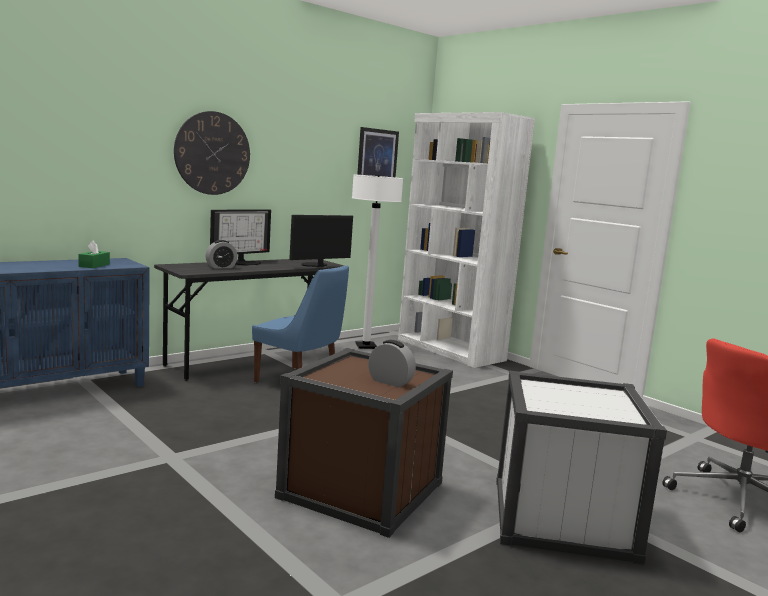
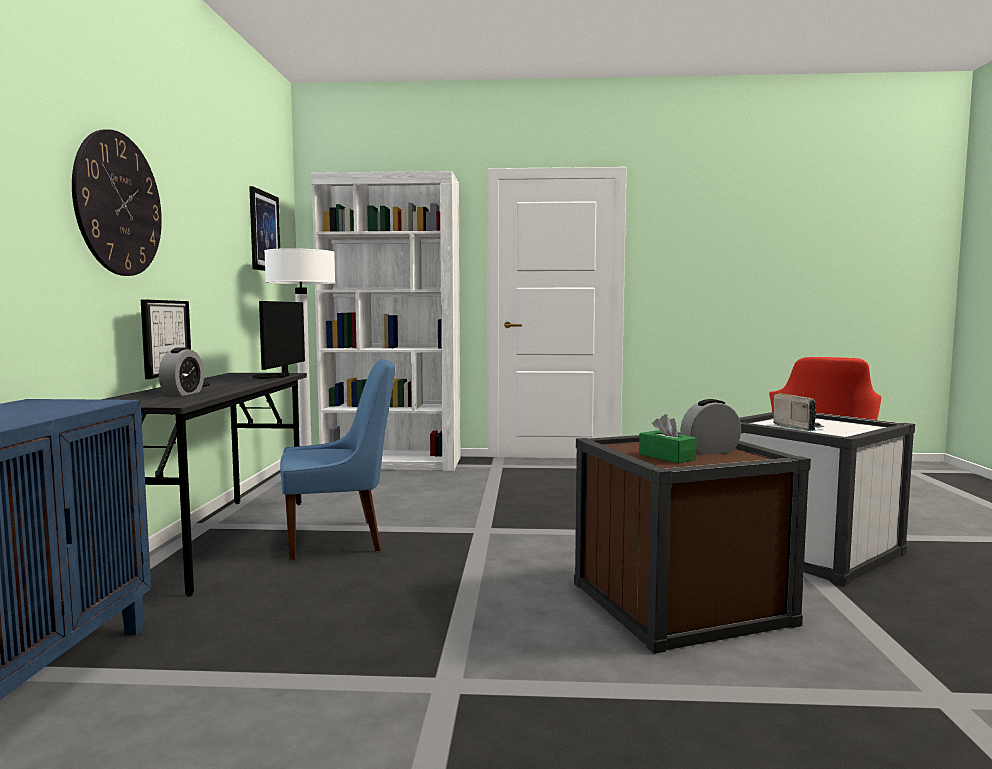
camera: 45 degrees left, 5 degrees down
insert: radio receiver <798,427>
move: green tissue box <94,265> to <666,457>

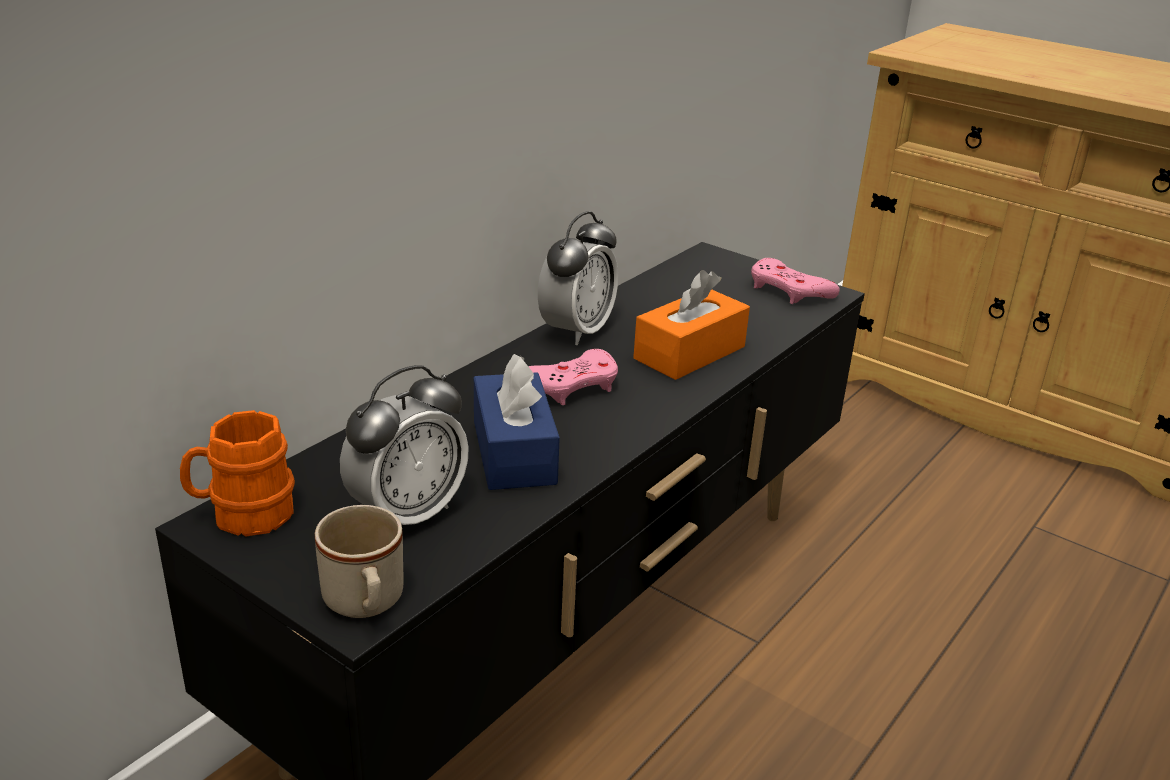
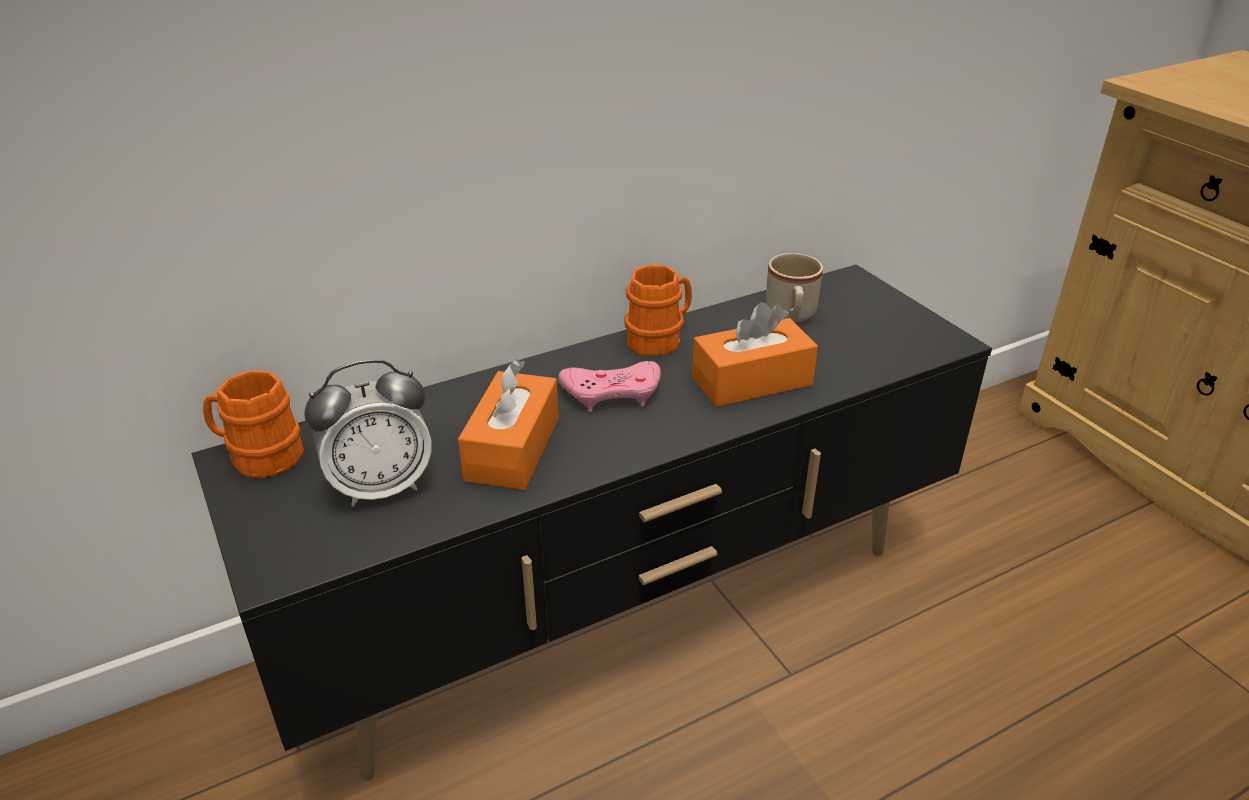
camera: 25 degrees right, 5 degrees up
delete: pinkish joypad <789,290>
move: beige coffee mug <365,604> to <791,316>
replace: bedside clock <576,331> to orangey coffee mug <660,339>
recolor: blue tissue box <514,452> to orangey tissue box <512,449>

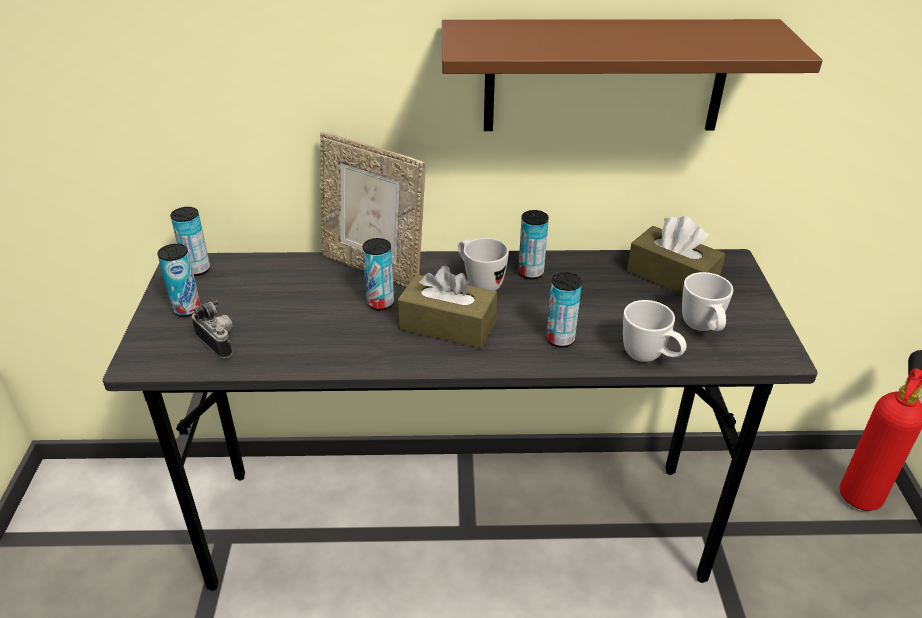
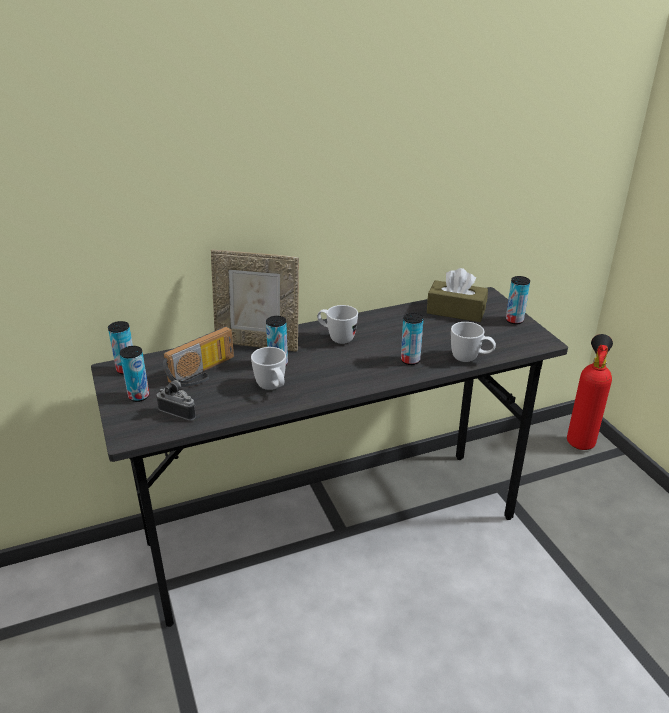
camera: 20 degrees left, 5 degrees down
delete: brown-coloured tissue box <447,325>; brown-coloured shelf <605,76>
insert: radio receiver <203,373>
move: can <531,273> to <514,320>; whitish coffee mug <703,329> to <273,388>

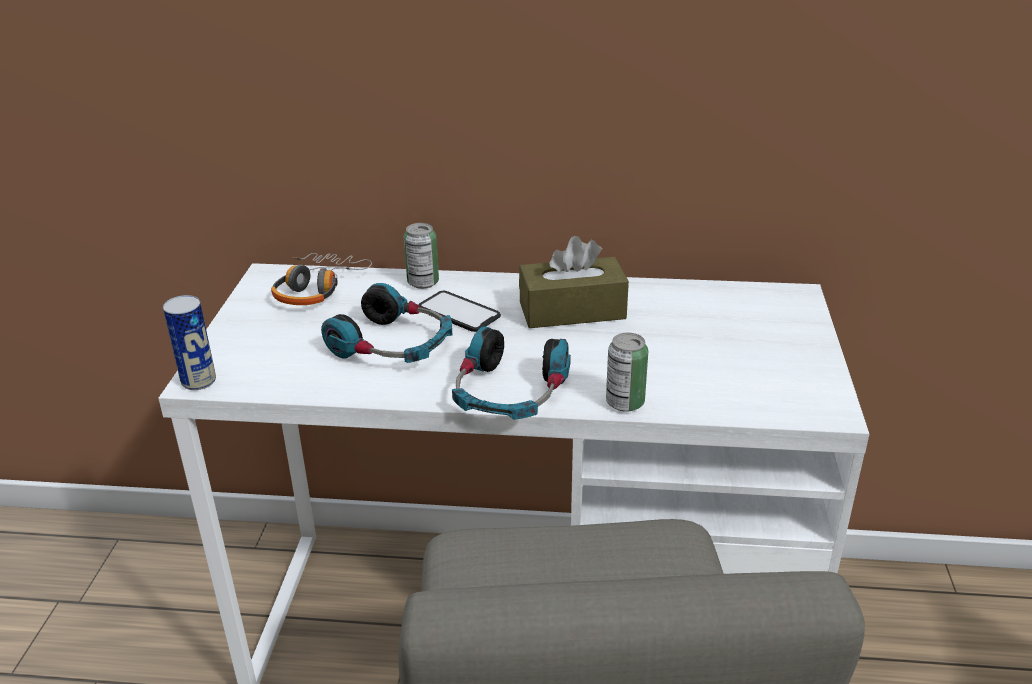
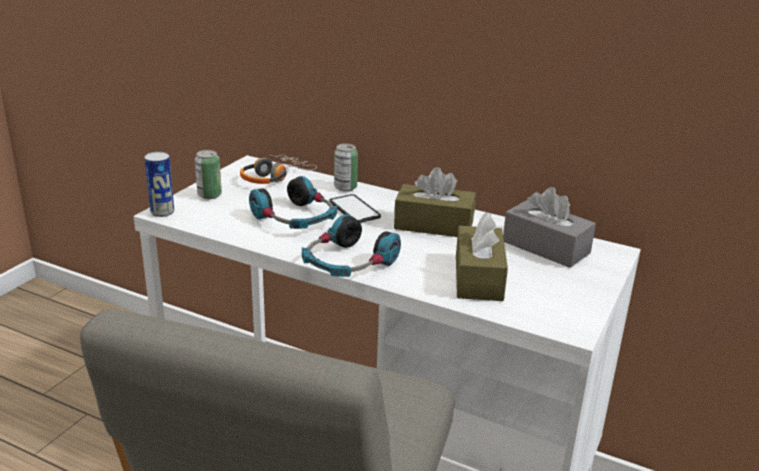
camera: 20 degrees right, 5 degrees down
insert: brown-coloured tissue box <478,278>; gray tissue box <546,247>
move: can <625,403> to <209,195>

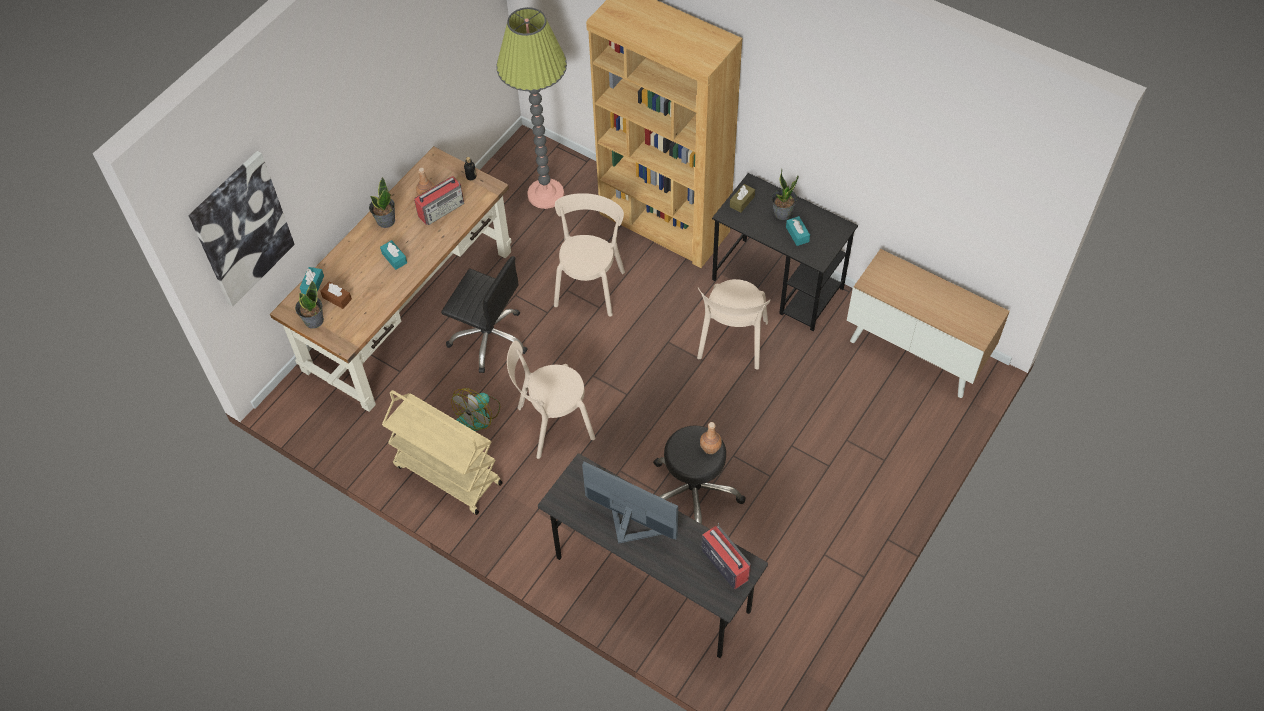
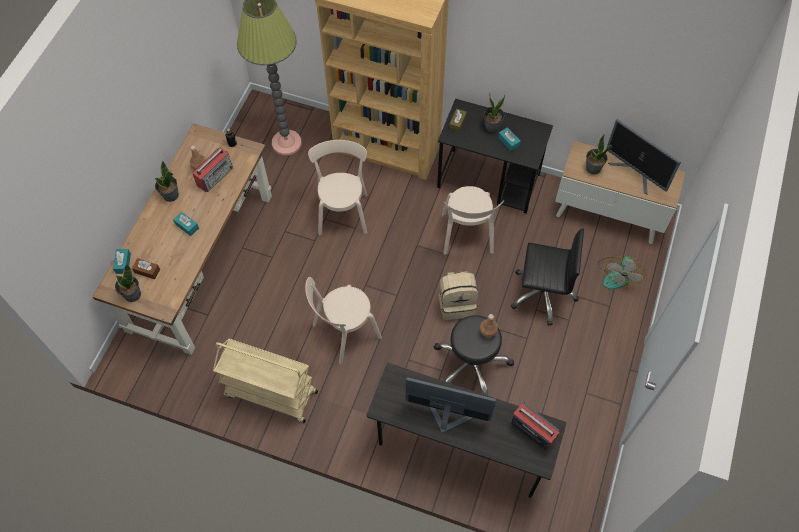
camera: 15 degrees left, 5 degrees up
delete: wall picture <242,229>
insert: beige knapsack <457,304>; houseplant <593,168>; computer screen <635,174>
move: black computer chair <489,338> to <542,294>; electric fan <478,415> to <617,274>

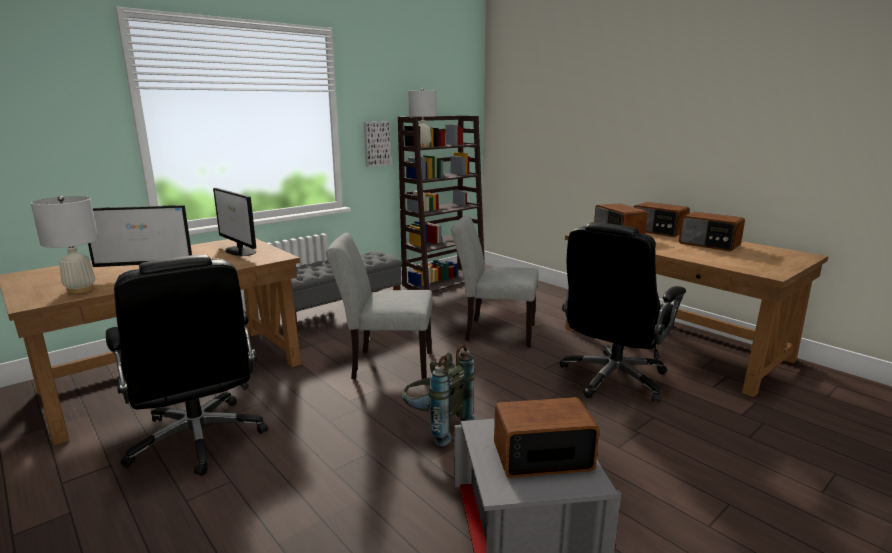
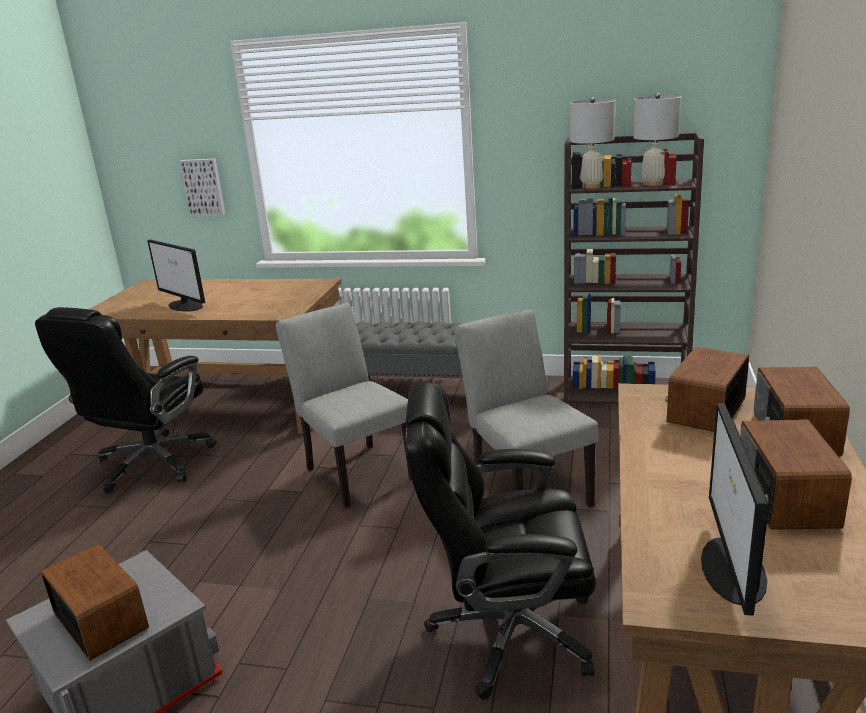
camera: 55 degrees right, 5 degrees up
delete: gray knapsack <435,427>
move: whitish table lamp <80,289> to <653,183>; computer screen <240,251> to <732,571>; wall picture <376,143> to <204,187>

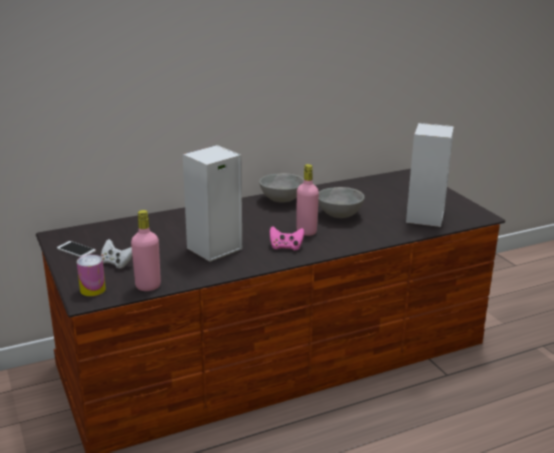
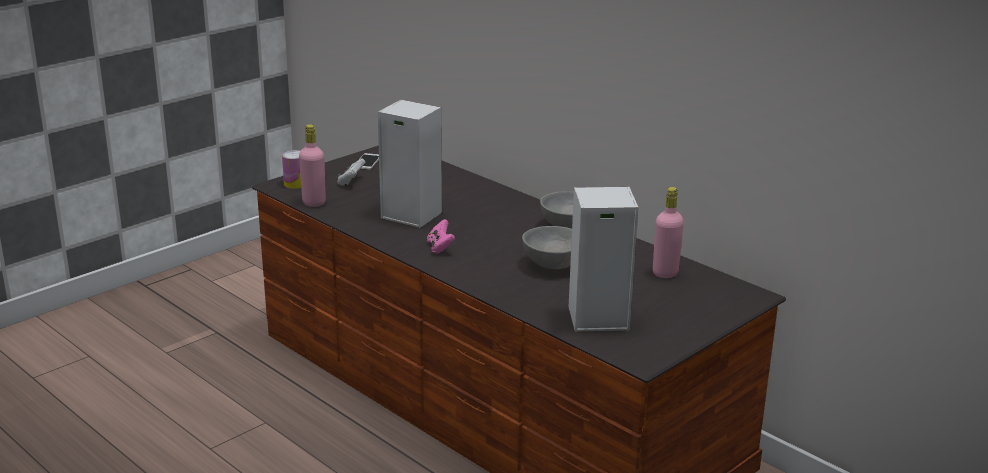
camera: 70 degrees right, 0 degrees up
move: pinkish drink bottle <306,232> to <665,273>

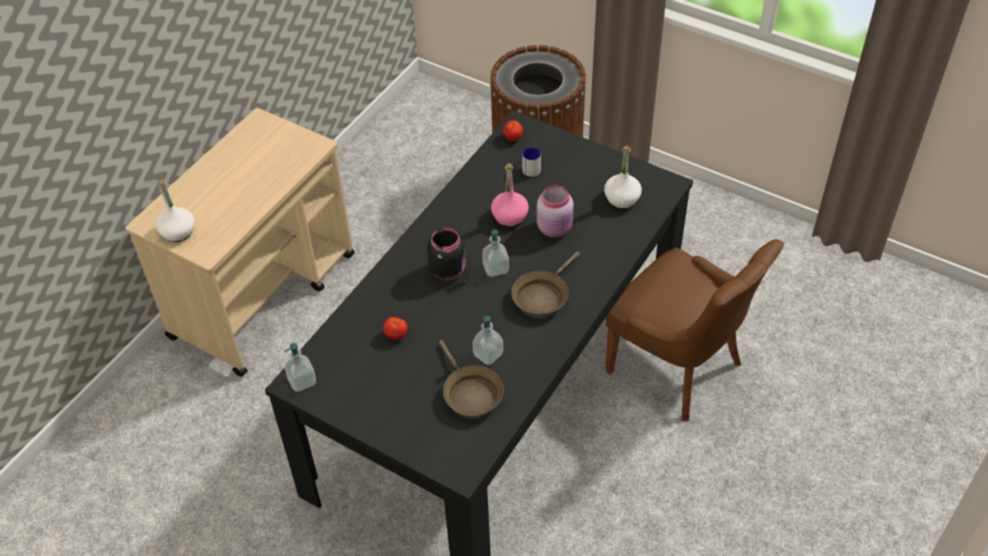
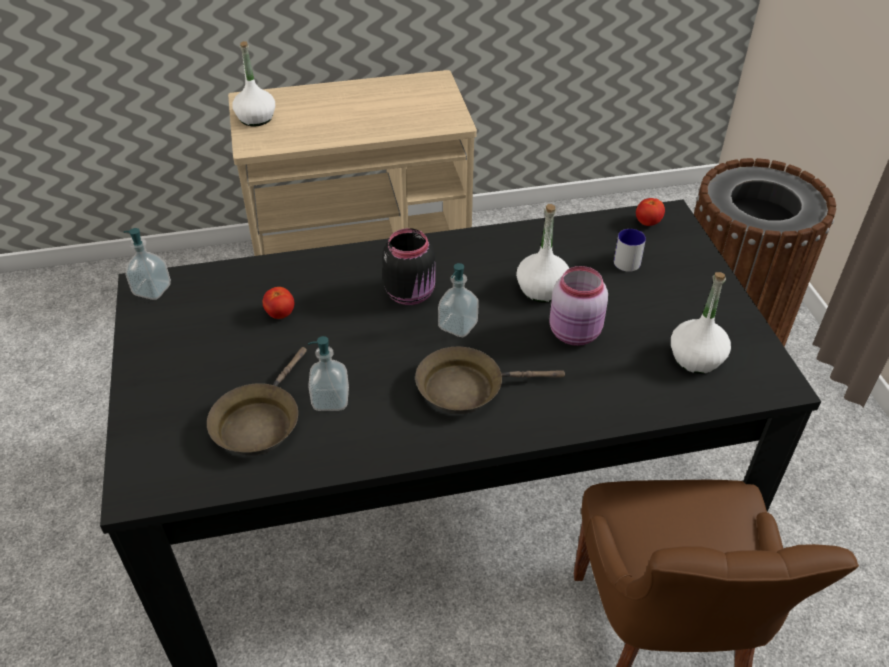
camera: 45 degrees right, 5 degrees down
recolor: pinkish drink bottle <510,216> to whitish drink bottle <542,289>

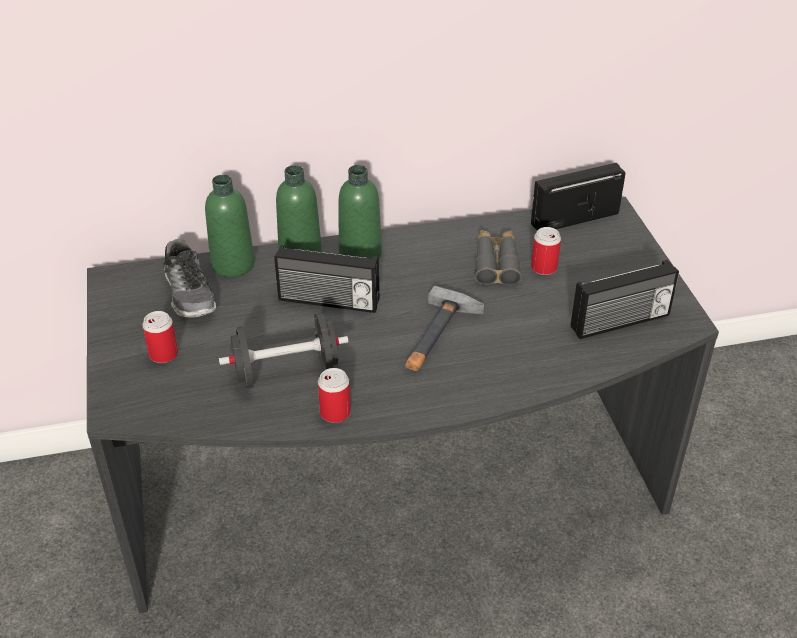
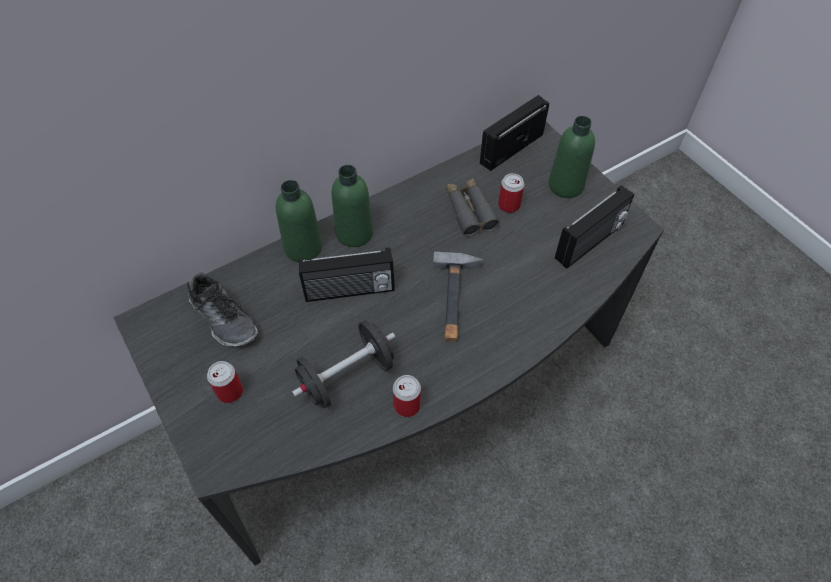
camera: 20 degrees left, 15 degrees up
move: green drink bottle <233,264> to <566,185>

